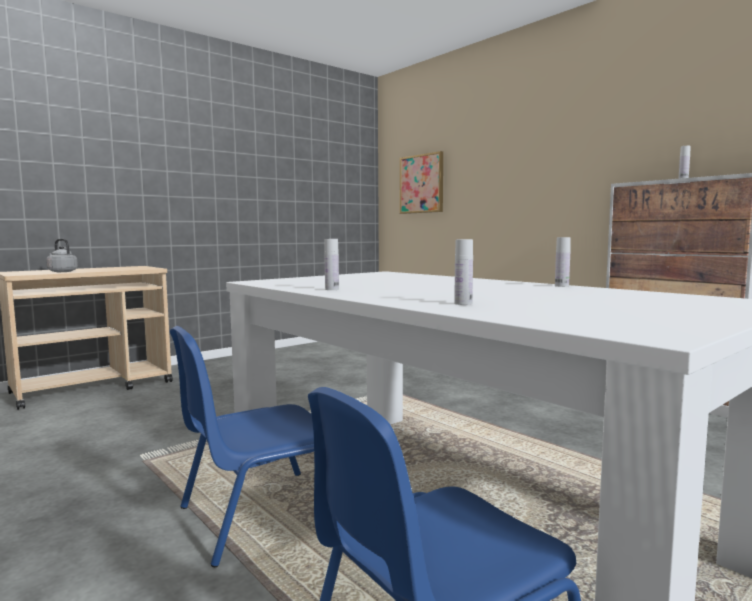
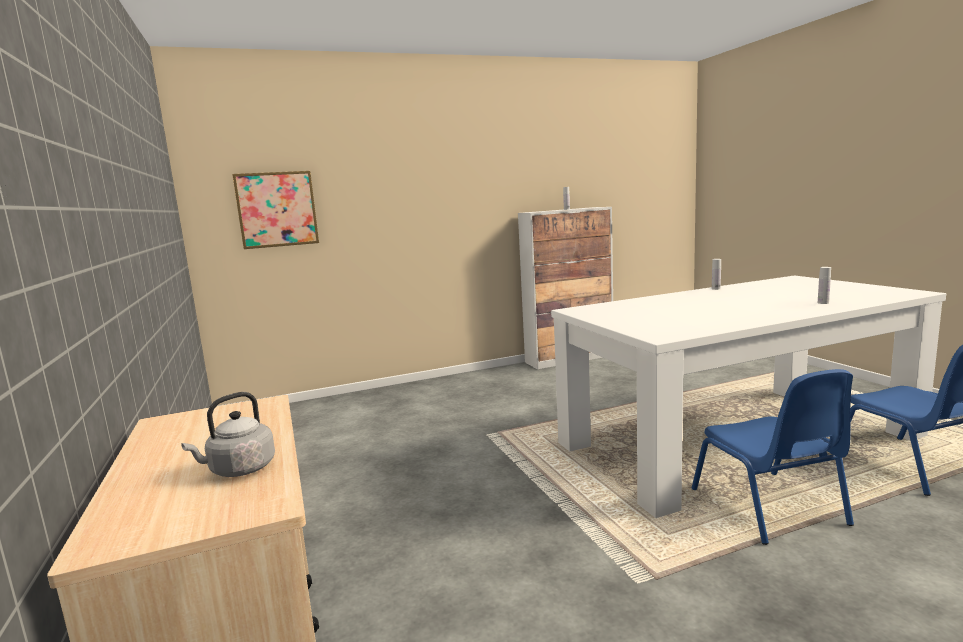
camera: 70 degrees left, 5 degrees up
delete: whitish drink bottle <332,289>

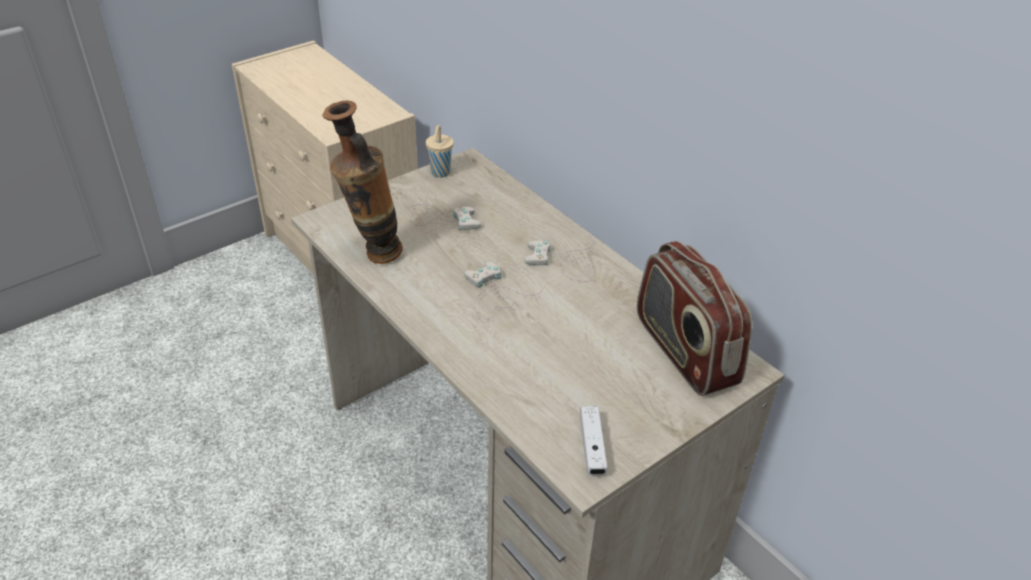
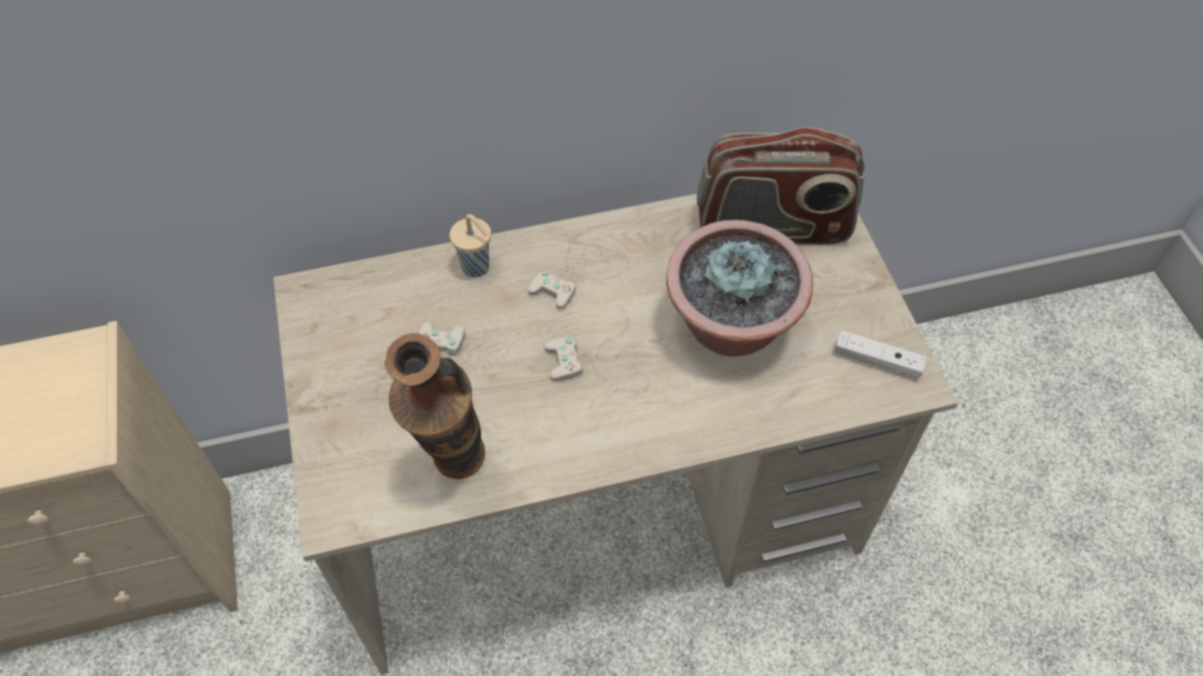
camera: 65 degrees left, 15 degrees up
insert: houseplant <731,328>
move: beige cup <440,173> to <477,268>

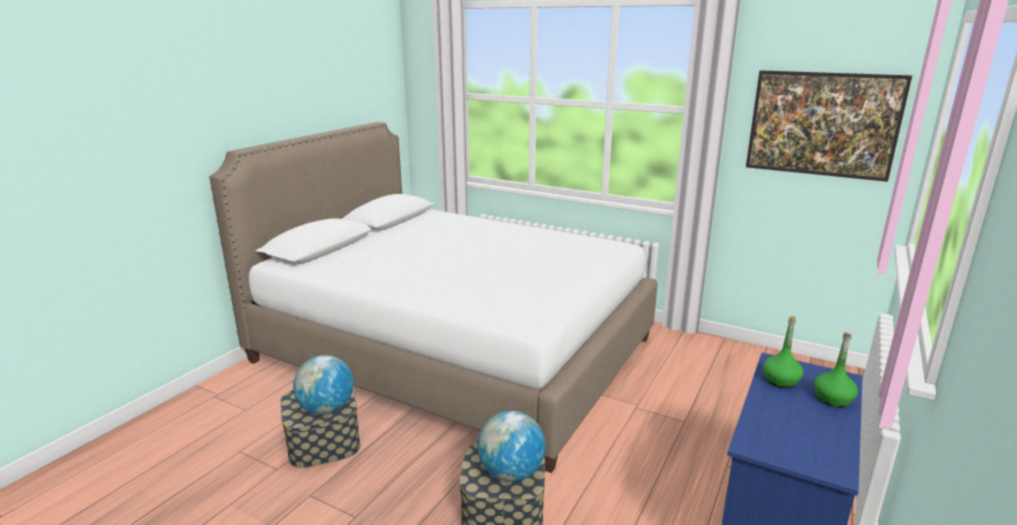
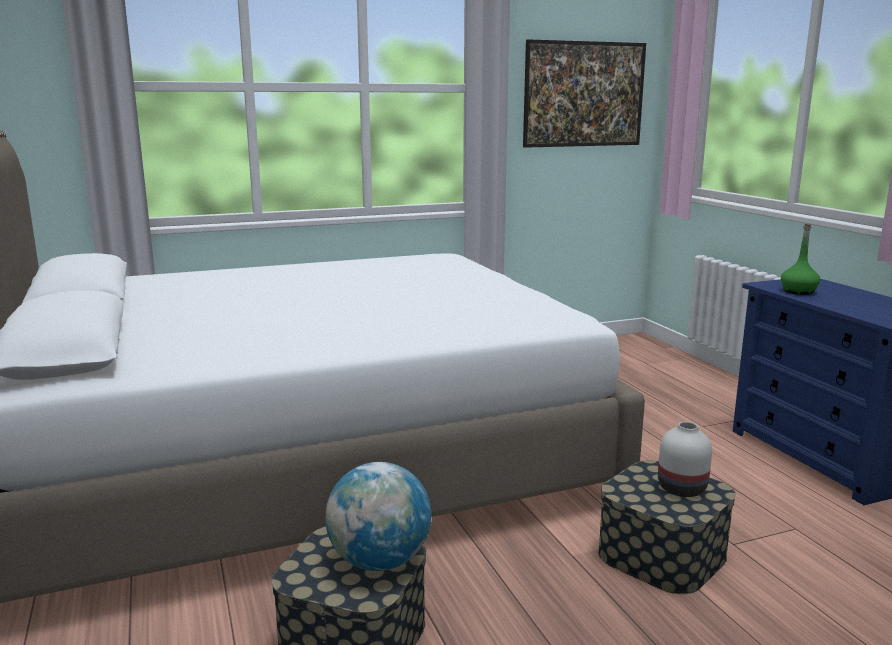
camera: 50 degrees left, 5 degrees down
delete: green drink bottle <832,399>
replace: world globe <511,473> to whitish flower vase <681,489>

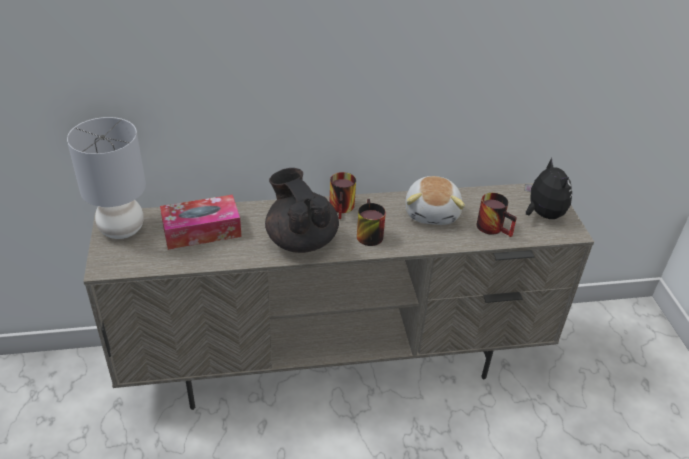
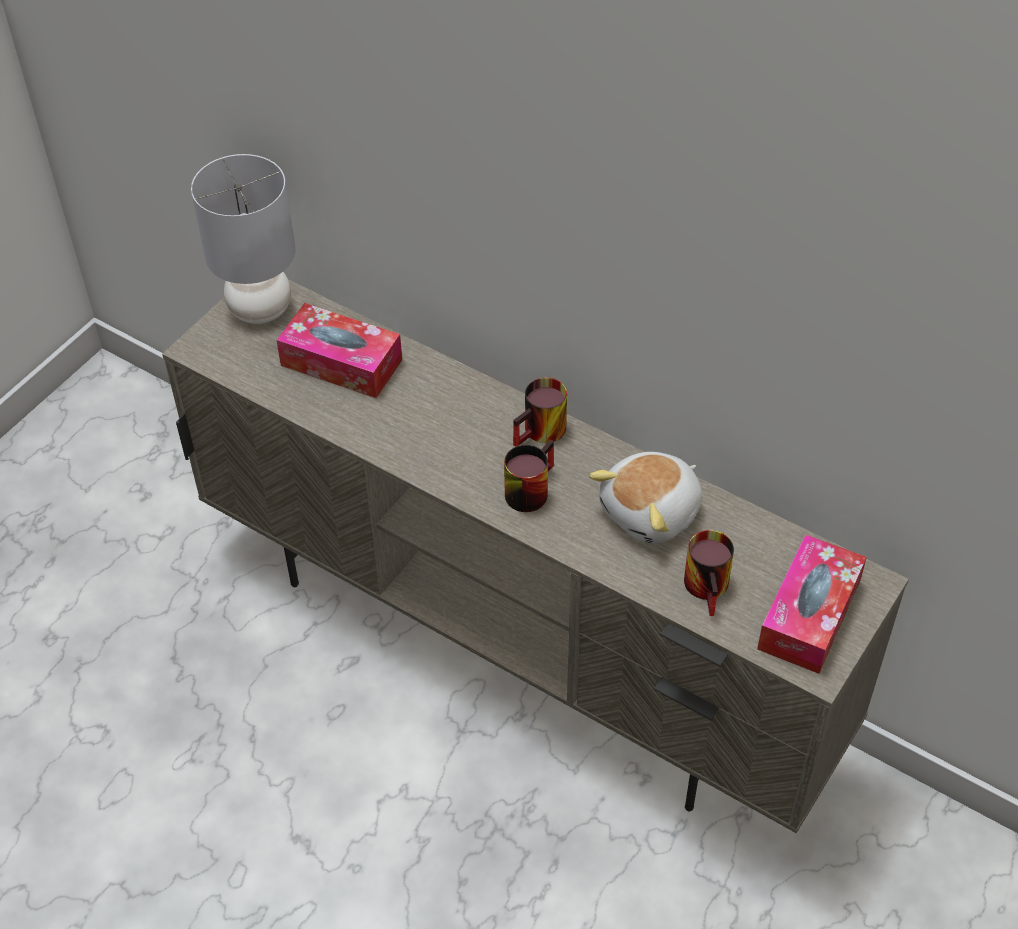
camera: 45 degrees right, 10 degrees up
delete: black tea pot <301,239>
replace: plush toy <542,214> to tissue box <809,615>

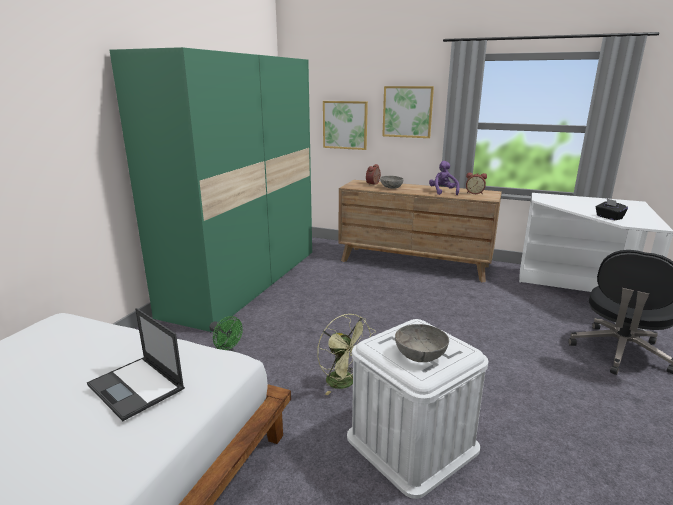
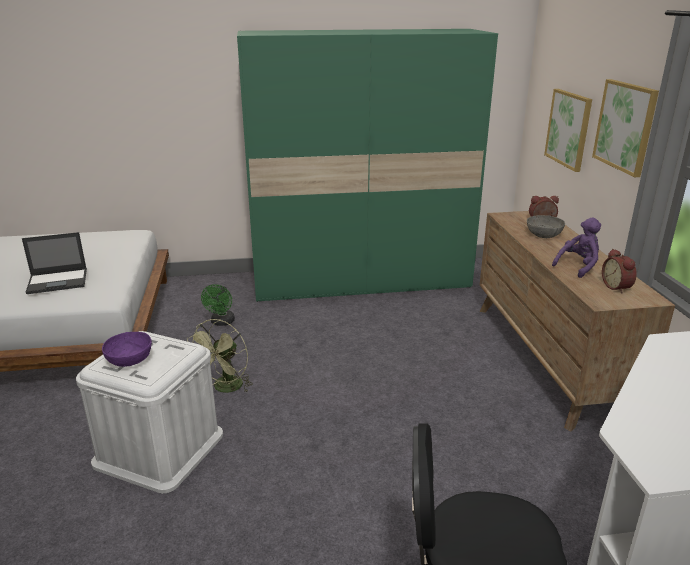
camera: 60 degrees right, 5 degrees up
delete: black tissue box <609,217>
recolor: gray deep dish <420,354> to purplish deep dish <129,359>
rotate: portable computer <137,387> = <58,281> 120 degrees counterclockwise

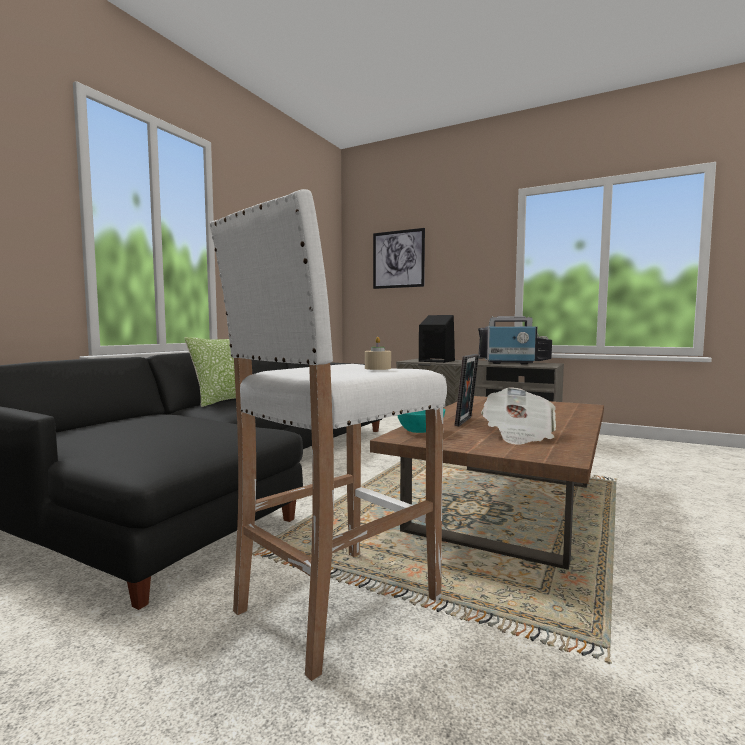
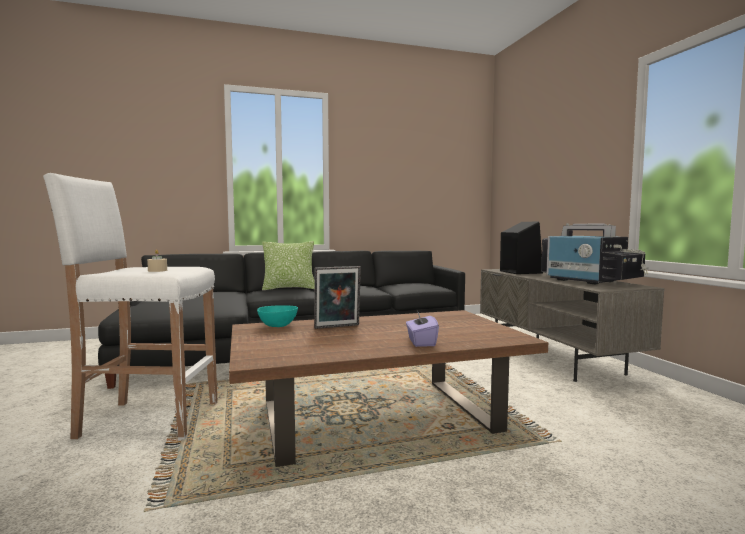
camera: 45 degrees right, 0 degrees up
delete: wall picture <398,259>; printed paper <518,435>
insert: purplish tissue box <421,342>

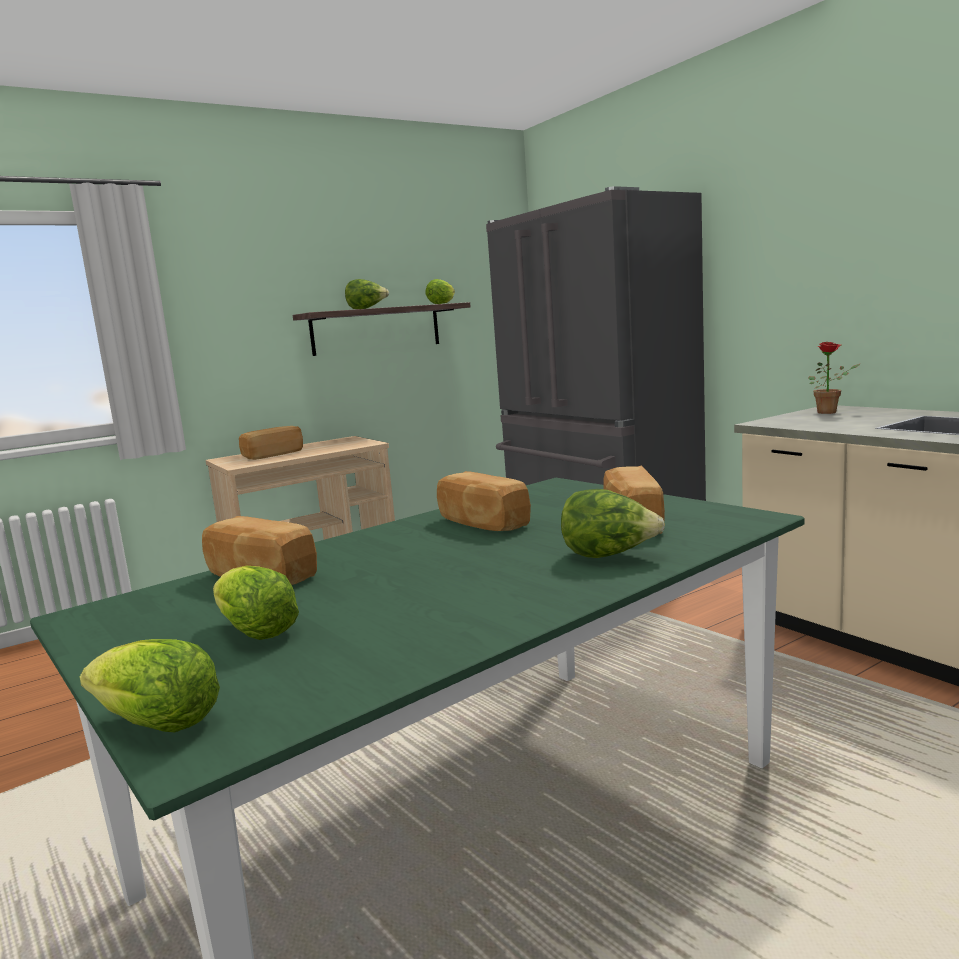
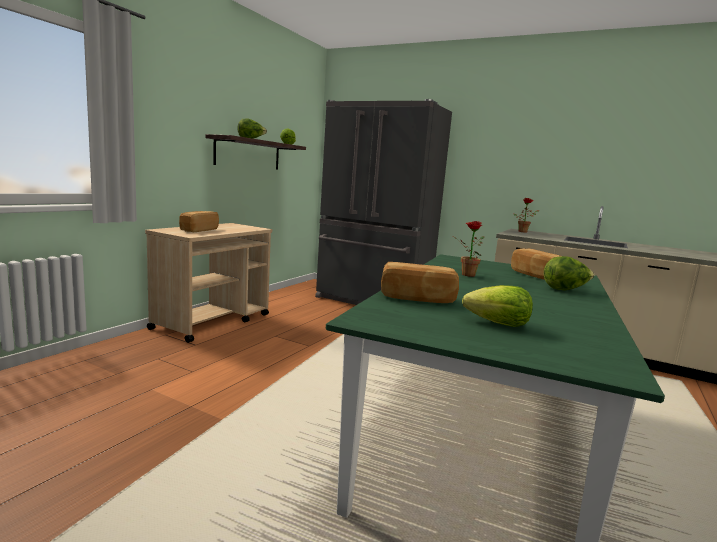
camera: 30 degrees left, 0 degrees up
delete: lettuce head <158,724>
replace: bakery bread <481,523> to houseplant <465,274>

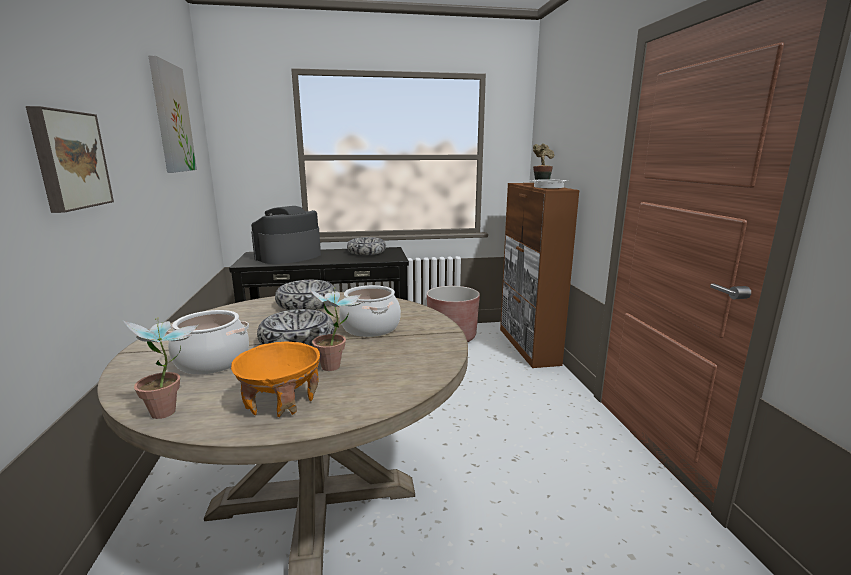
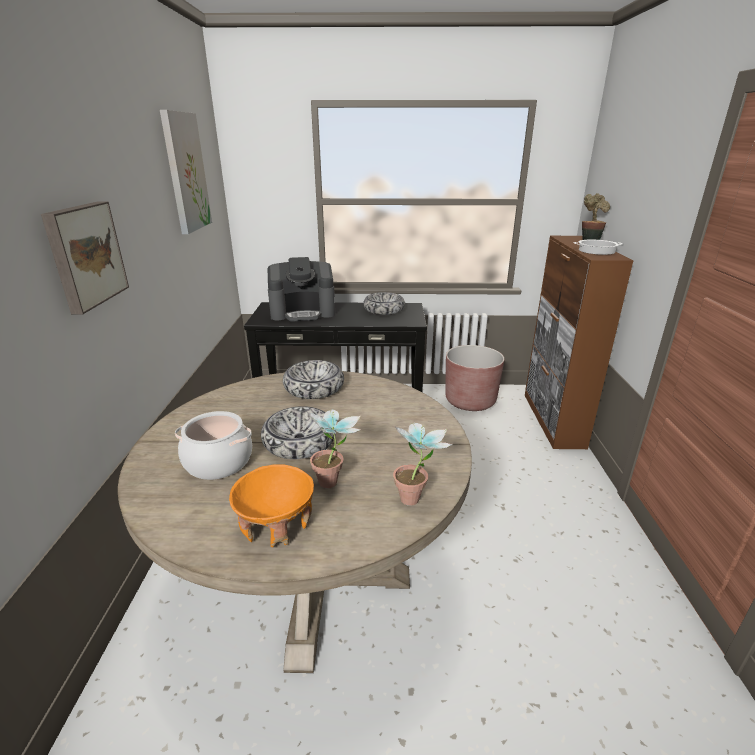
camera: 10 degrees right, 10 degrees up
delete: saucepot <371,328>
move: houseplant <172,412> to <417,499>
rotate: coffee maker <288,256> = <303,312> 150 degrees counterclockwise

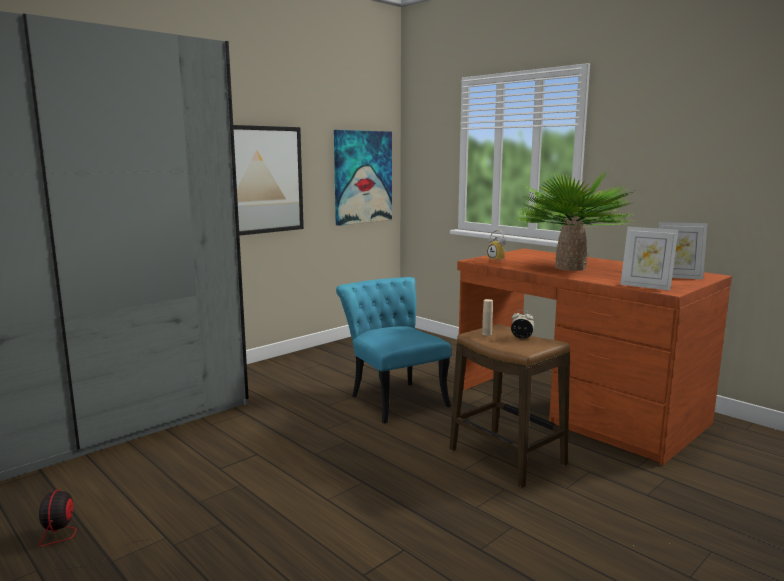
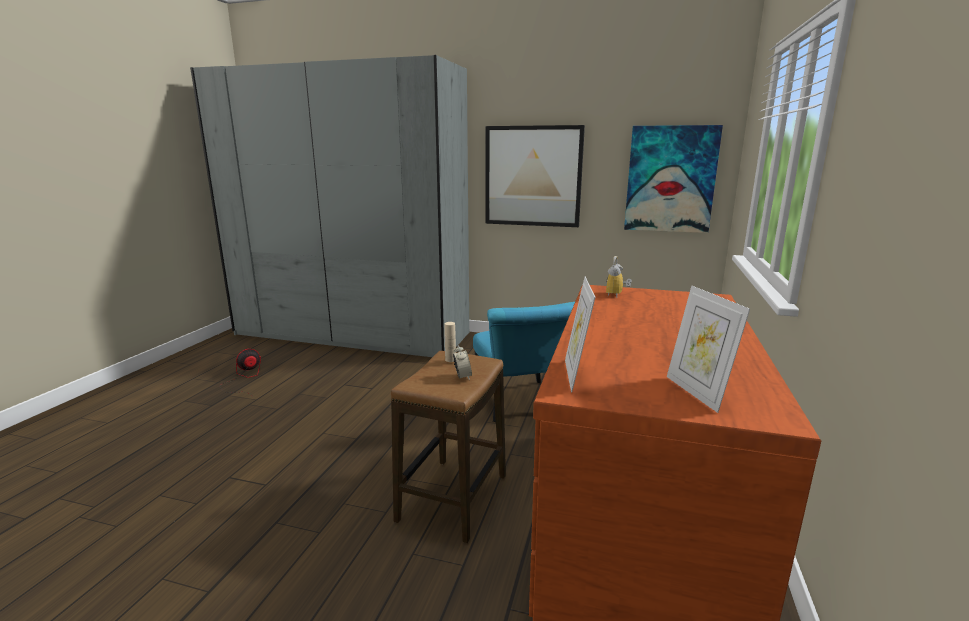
camera: 60 degrees right, 5 degrees up
delete: houseplant <570,267>
rotate: blue-green chair <393,398> = <521,406> 135 degrees clockwise

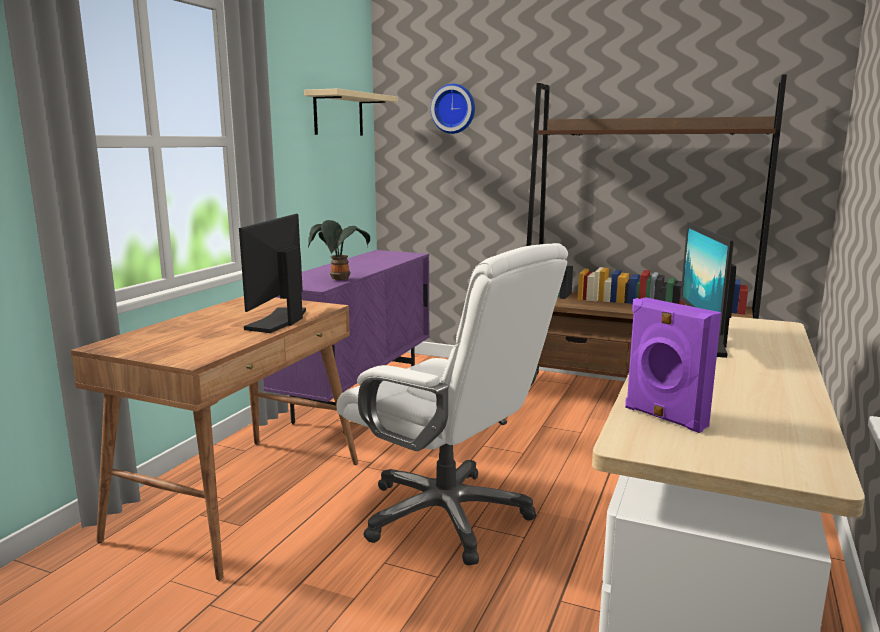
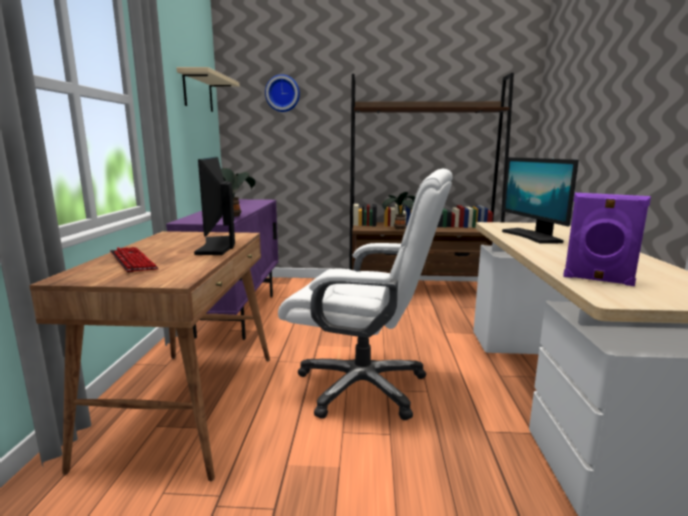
camera: 20 degrees left, 0 degrees up
insert: computer keyboard <133,261>; houseplant <399,228>

